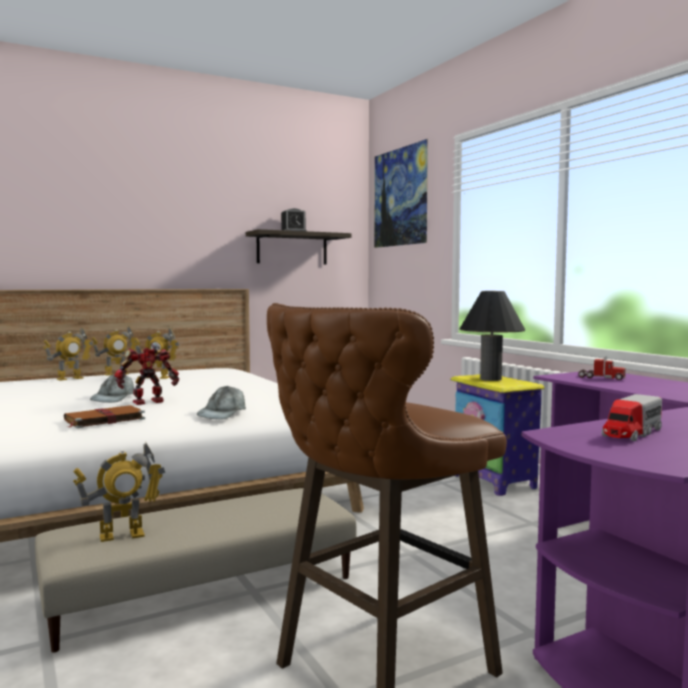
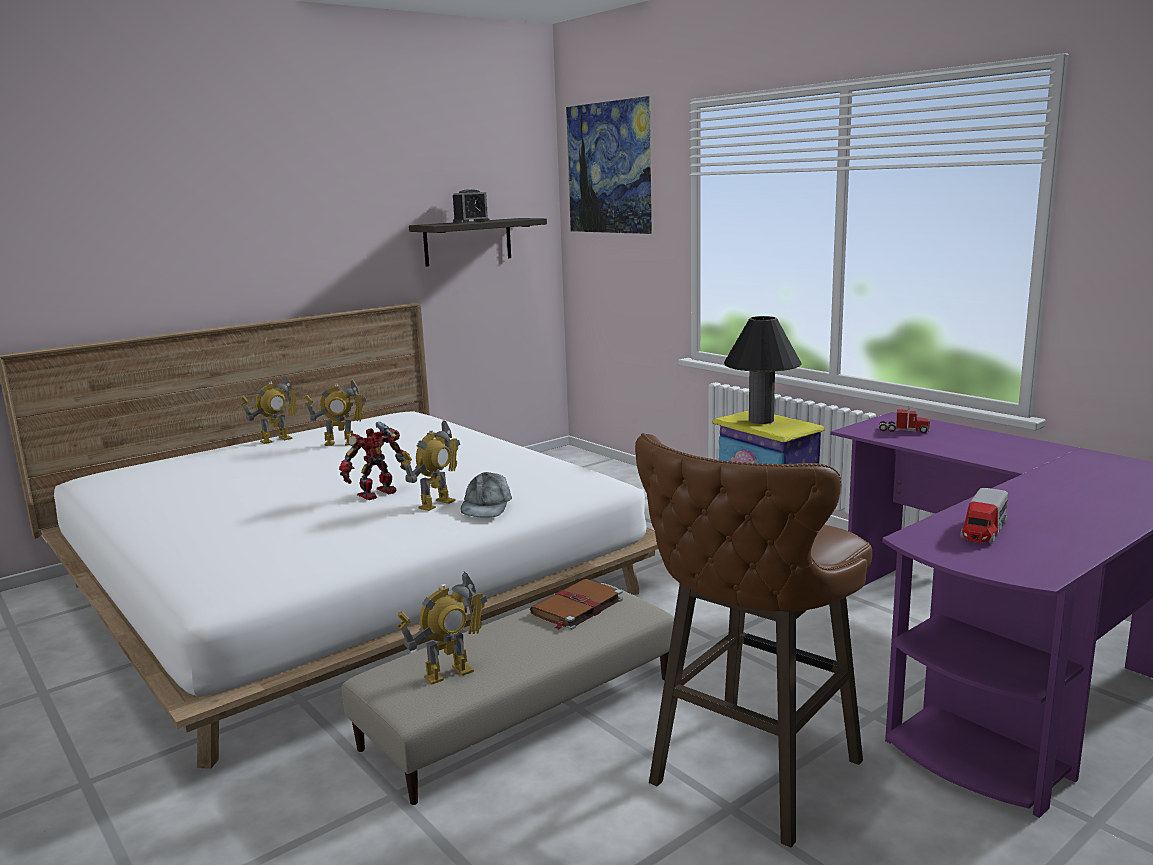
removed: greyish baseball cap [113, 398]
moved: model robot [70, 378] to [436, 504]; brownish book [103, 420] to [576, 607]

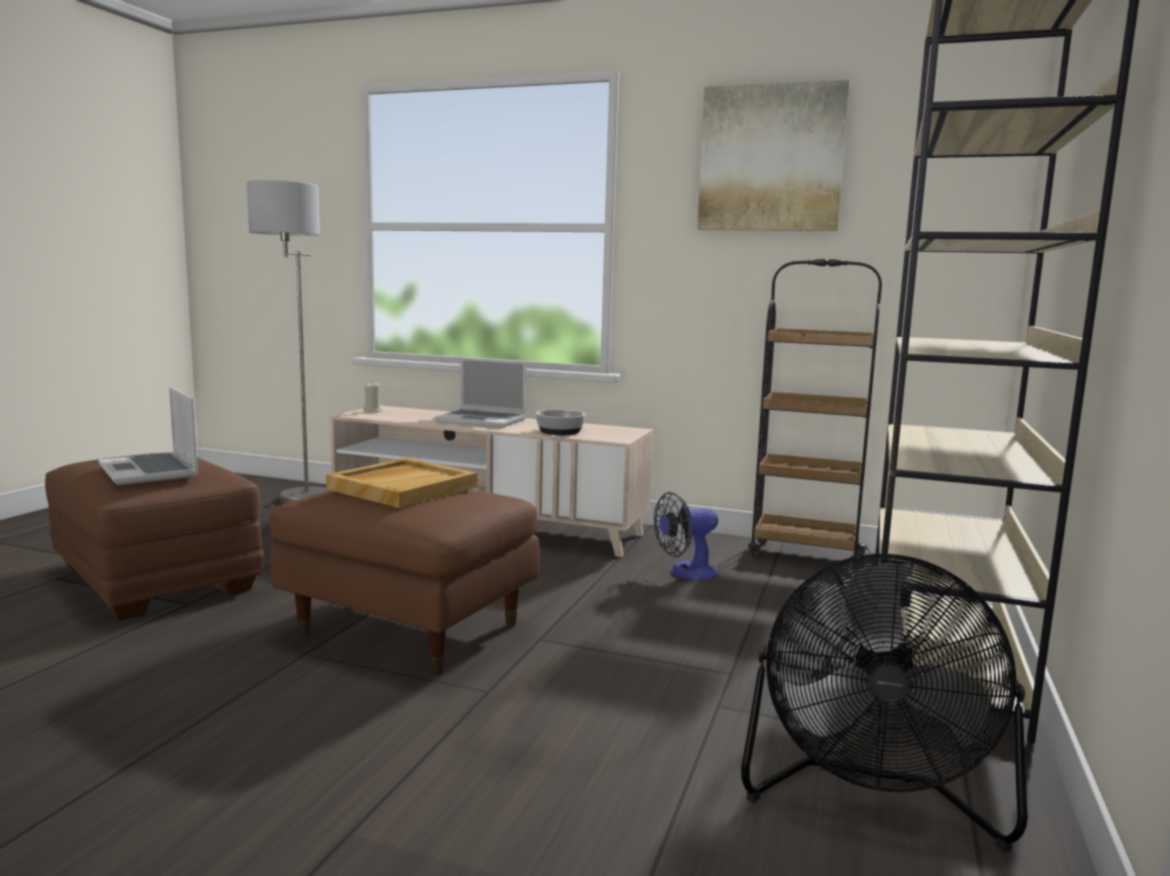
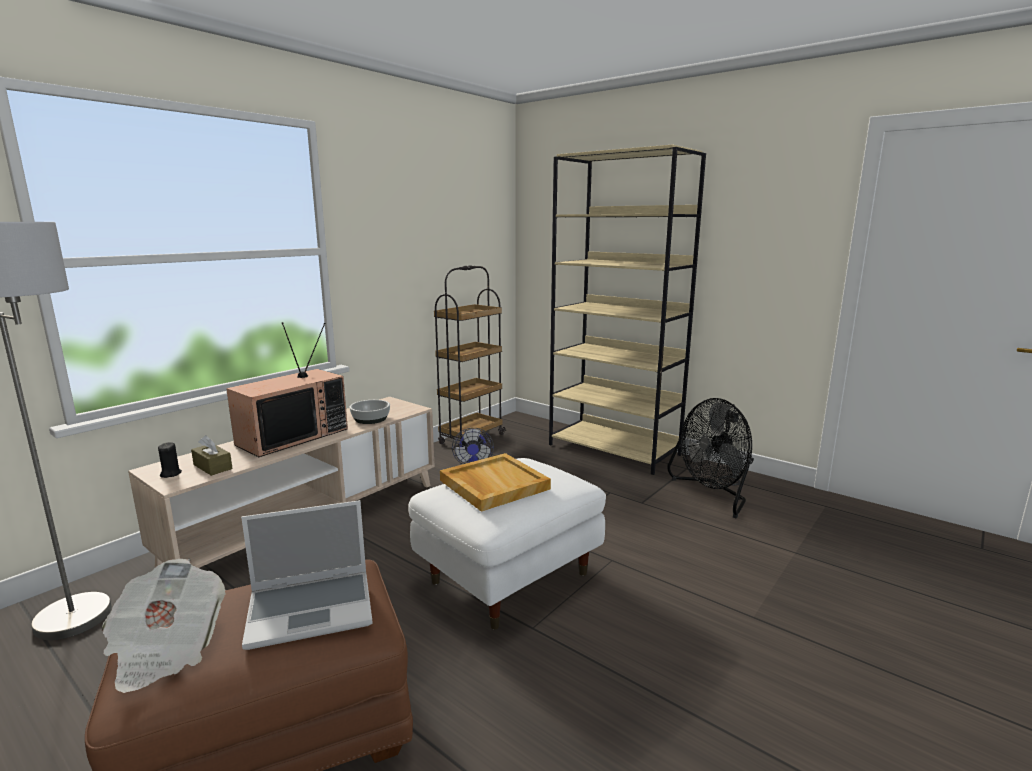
removed: wall art [771, 158]
added: newspaper [166, 648]; brownish tissue box [213, 467]
replaced: notebook computer [483, 421] to television [293, 436]
recoloured: sand-coloured wax candle [372, 411] to black-coloured wax candle [170, 474]; brownish ottoman [407, 628] to white-coloured ottoman [508, 579]
turned: black-coloured cooling fan [862, 793] = [714, 492] 120 degrees clockwise

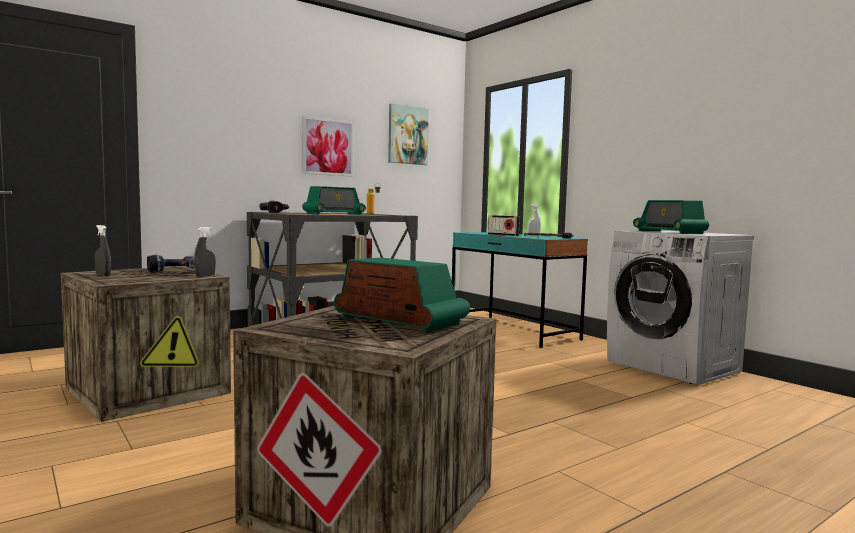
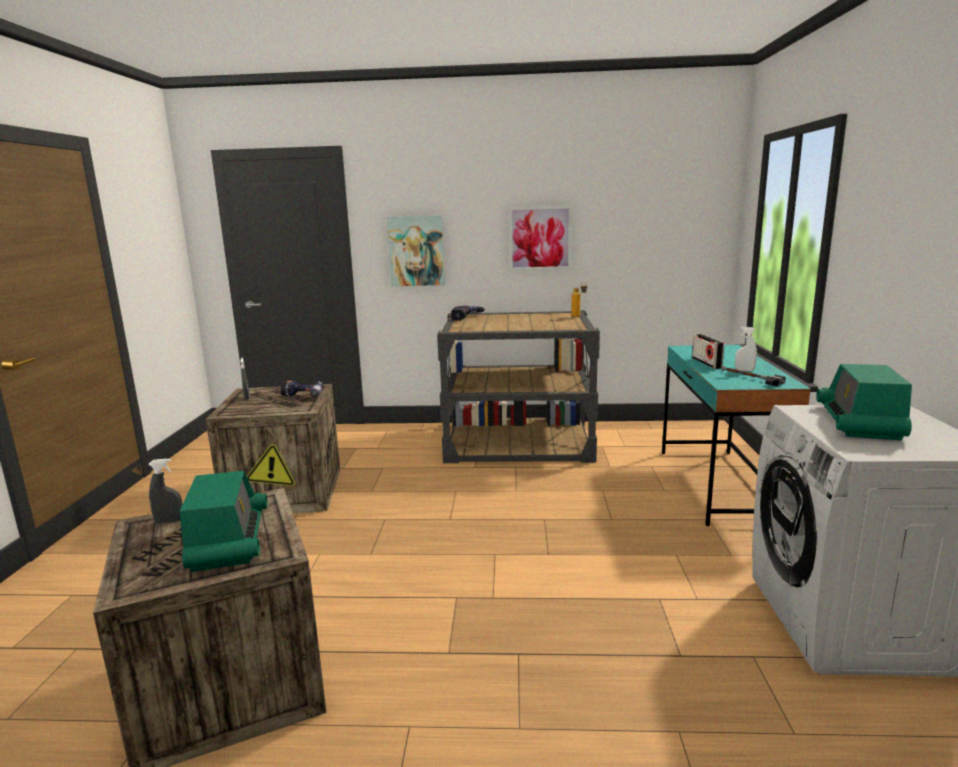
removed: radio set [334, 214]
moved: greyish hand sprayer [205, 276] to [169, 521]; wall art [407, 135] to [416, 251]

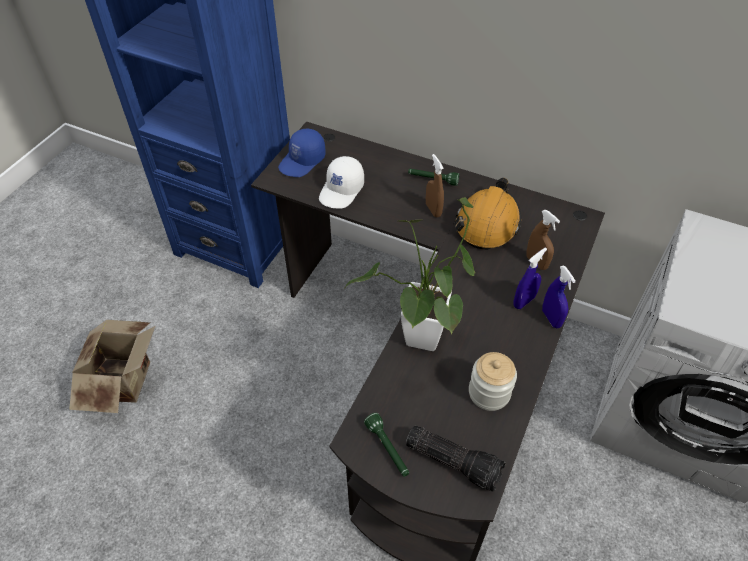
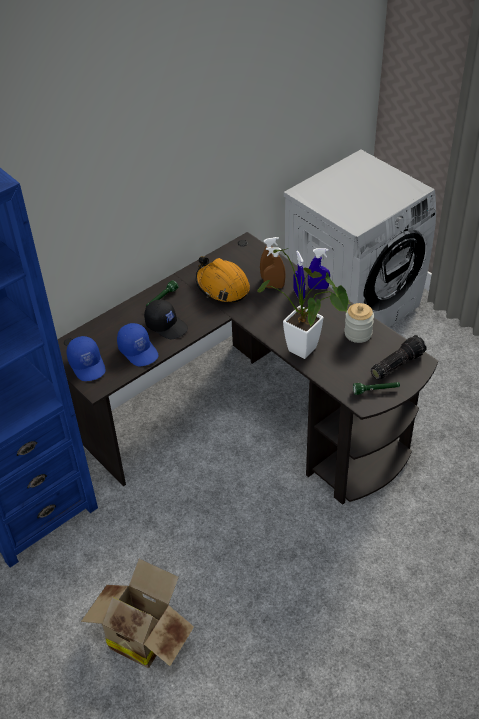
added: black-coloured baseball cap [167, 325]
moved: brownish hand sprayer [433, 210] to [274, 286]
recoloured: white-coloured baseball cap [342, 191] to blue-coloured baseball cap [139, 351]

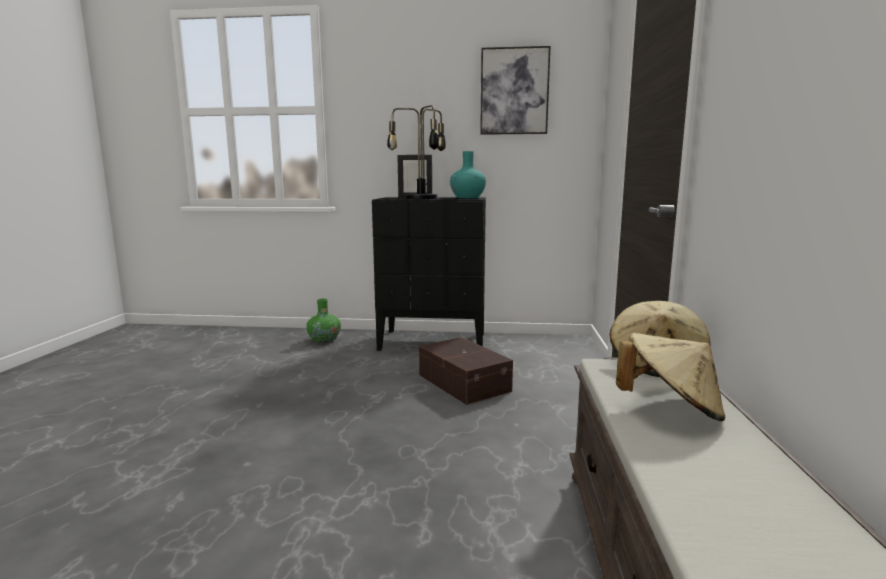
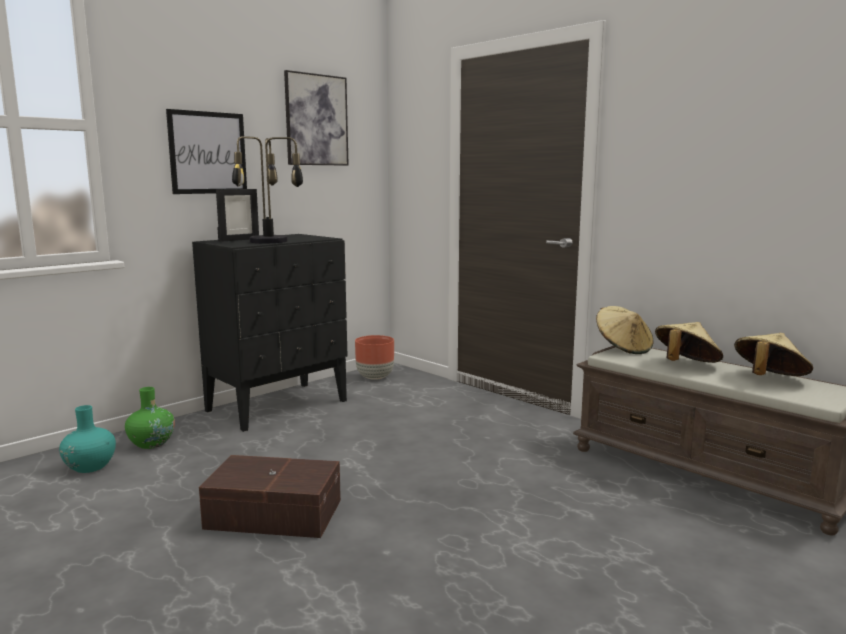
added: wall art [208, 153]; brownish flower pot [375, 377]; sand-coloured wearable hat [768, 379]
moved: turquoise-coloured vase [467, 198] to [90, 467]; brownish storage container [464, 382] to [273, 513]

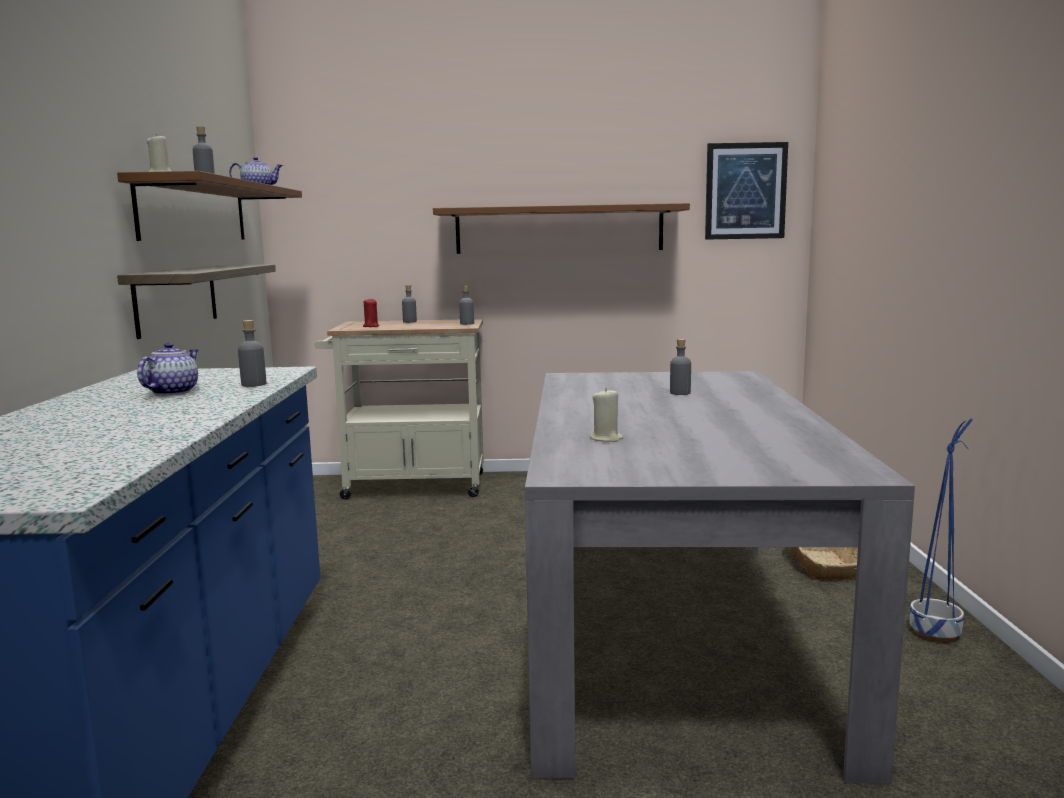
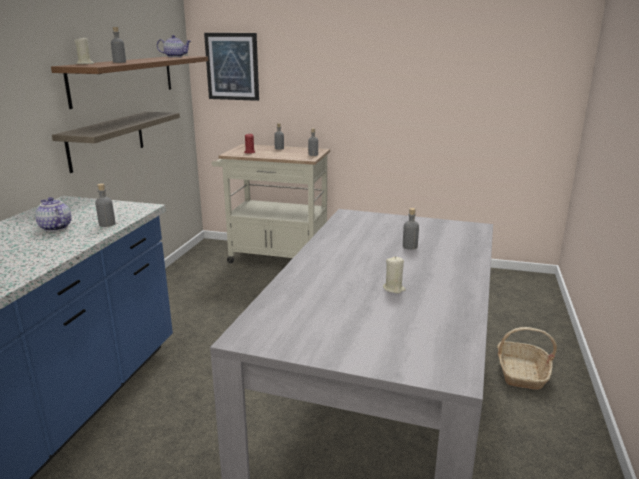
removed: brownish bracket shelf [559, 229]; blue-coloured flower pot [936, 632]
moved: wall art [745, 191] to [232, 66]; sand-coloured wax candle [606, 438] to [394, 289]
turned: teapot [172, 392] = [54, 228] 75 degrees counterclockwise

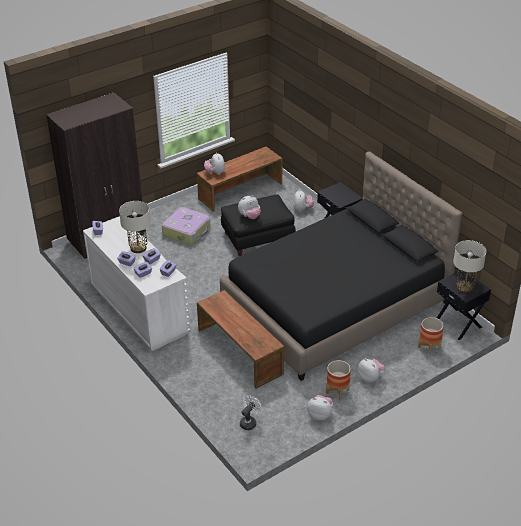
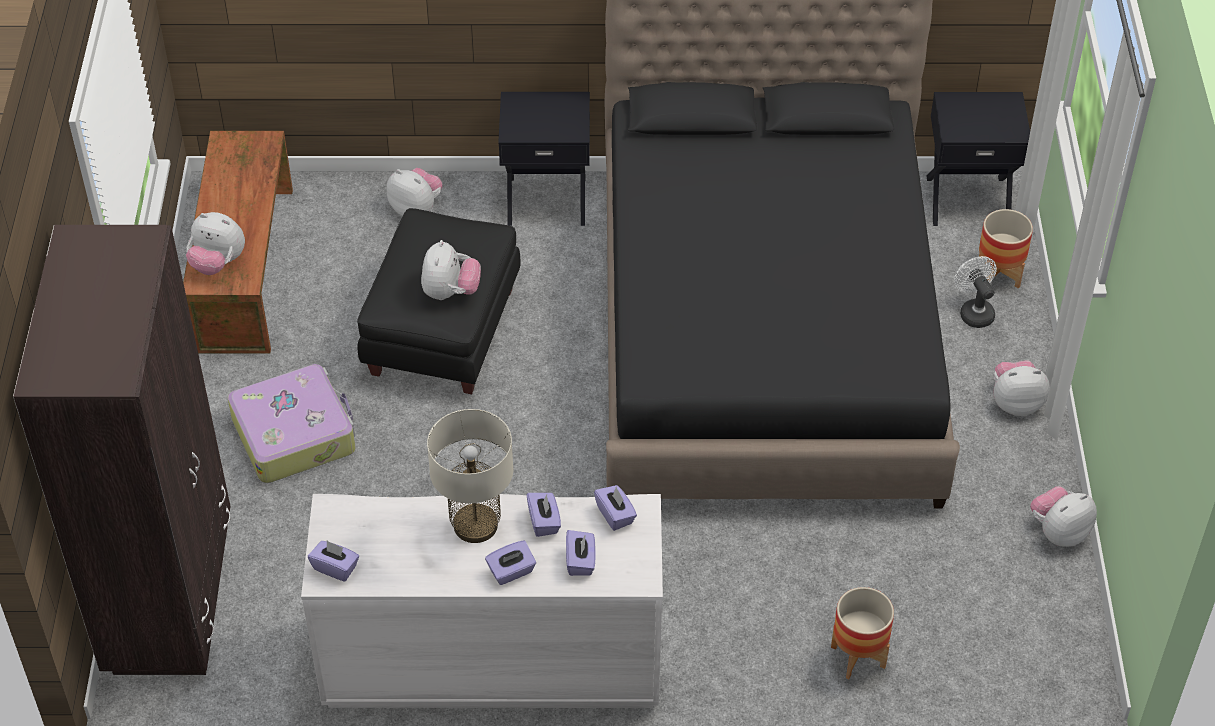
removed: brownish bench [241, 351]; table lamp [464, 288]
moved: flower pot [337, 392] to [858, 657]; white-coloured cooling fan [249, 422] to [974, 311]

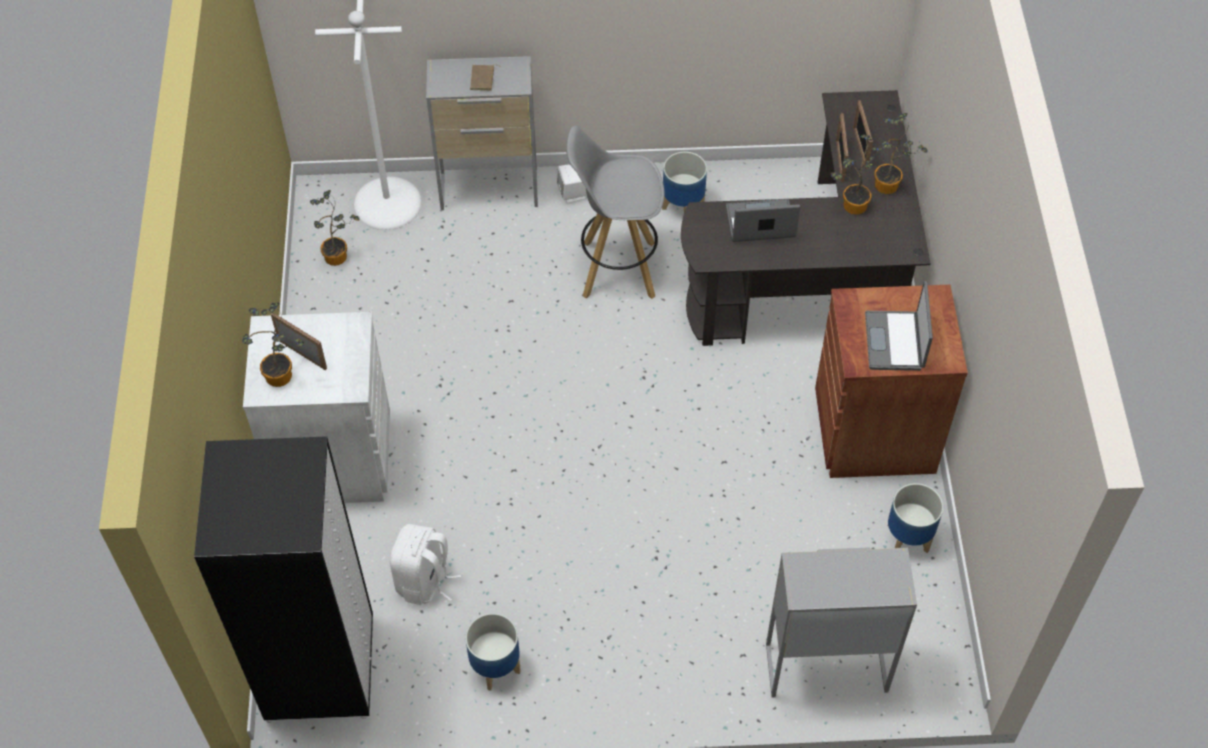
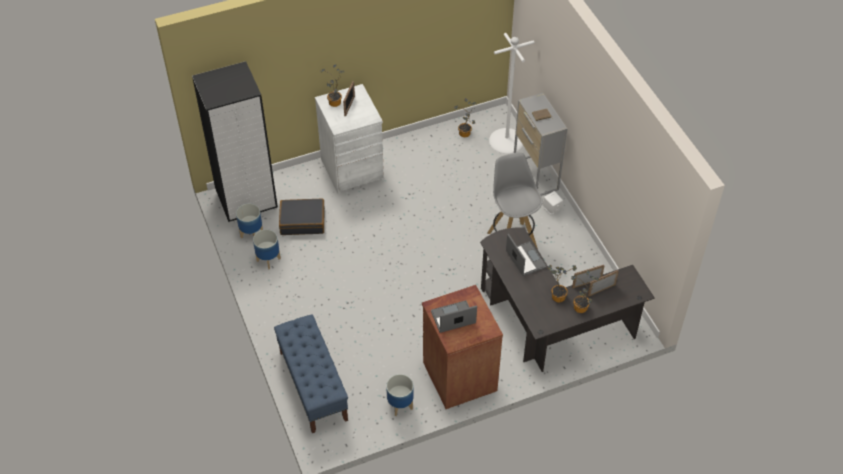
moved: flower pot [682, 207] to [251, 233]
replaced: greyish storage cabinet [824, 666] to blue-coloured bench [313, 385]; white-coloured backpack [424, 581] to black-coloured travel case [302, 221]

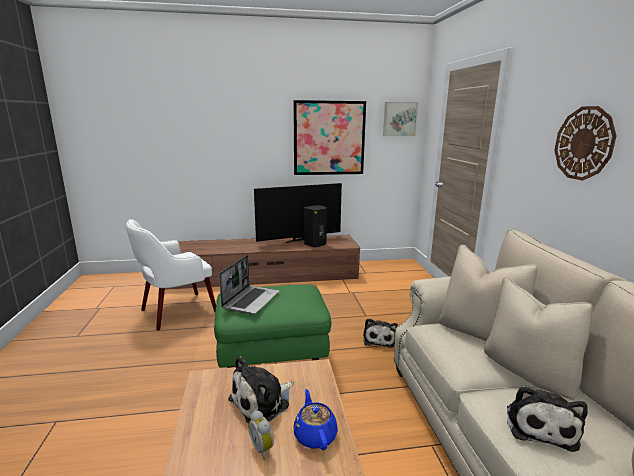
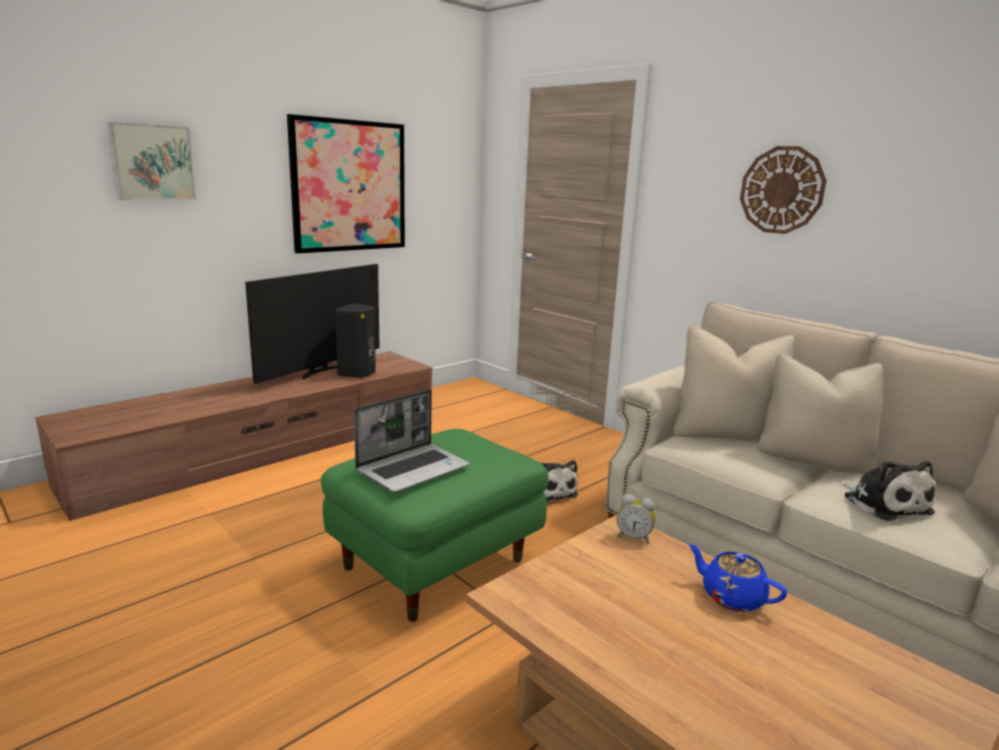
removed: white-coloured lounge chair [176, 311]; cuddly toy [262, 401]
moved: wall art [399, 119] to [152, 162]; alarm clock [263, 448] to [634, 537]
turned: notebook computer [251, 300] = [413, 468] 60 degrees clockwise

